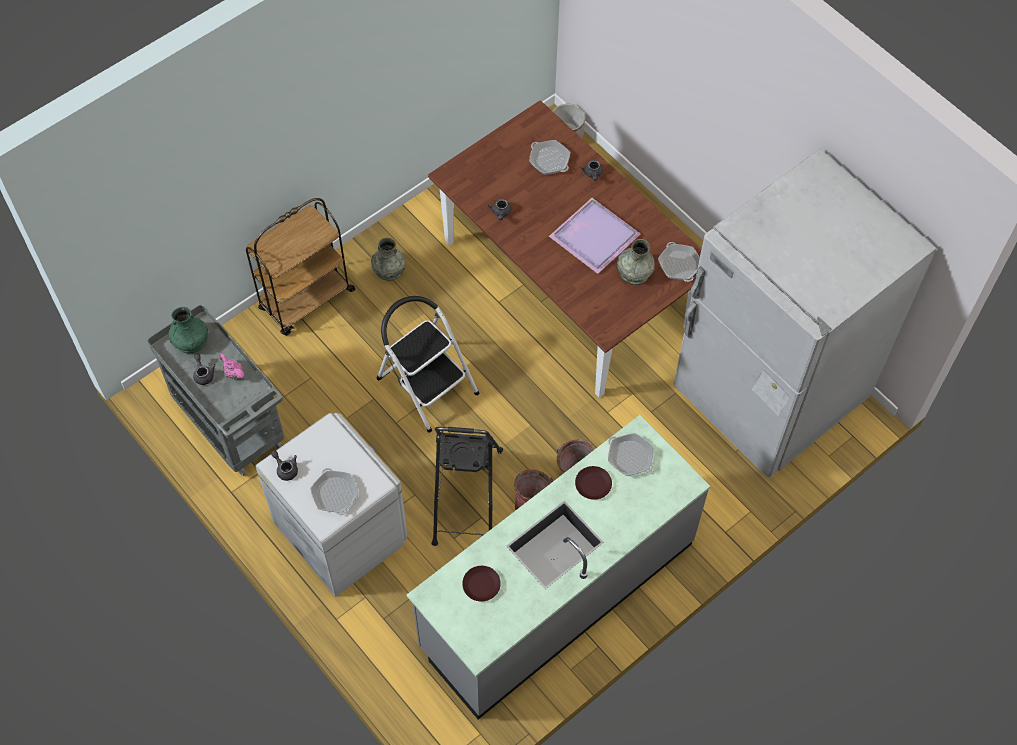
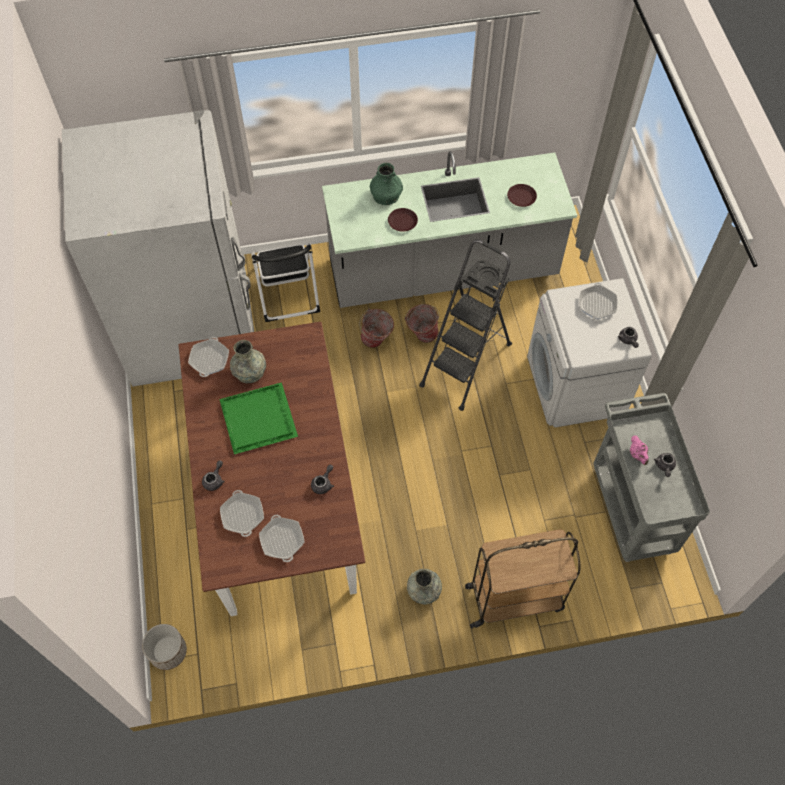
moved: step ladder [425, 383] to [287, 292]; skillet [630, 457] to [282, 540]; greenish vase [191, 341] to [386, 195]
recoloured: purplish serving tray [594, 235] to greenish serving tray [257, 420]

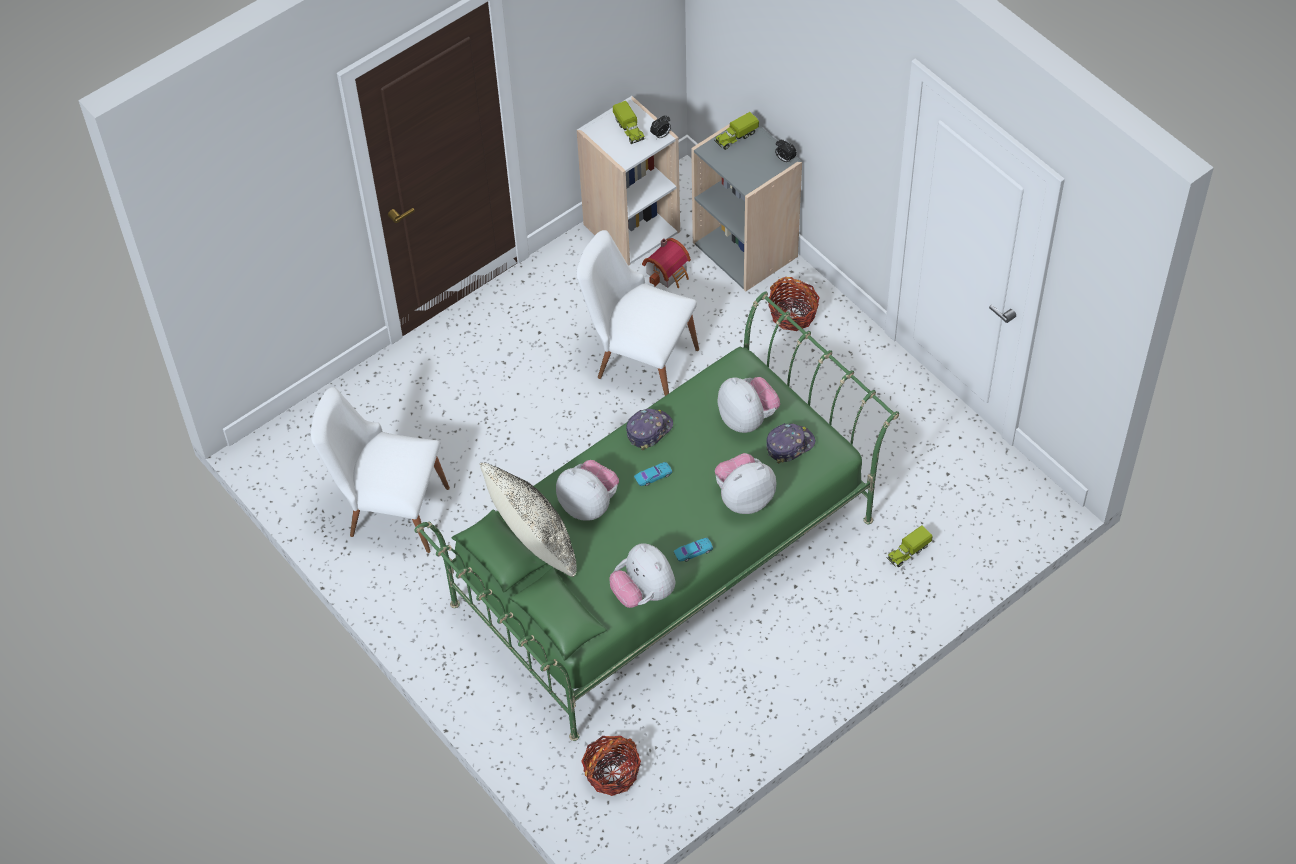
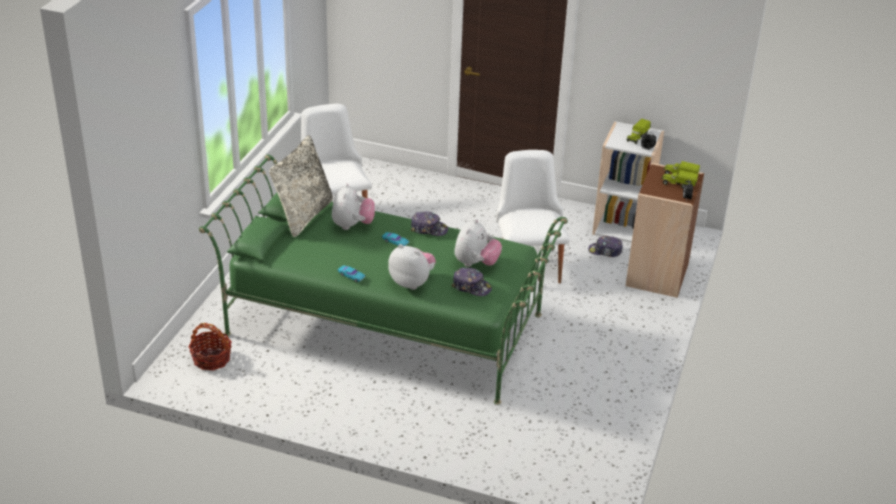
removed: cuddly toy [644, 592]; household basket [793, 314]
moved: toy lorry [908, 552] to [678, 184]
replaced: toy house [669, 272] to baseball cap [605, 251]
recoloured: greyish shelving unit [746, 249] to brownish shelving unit [658, 275]

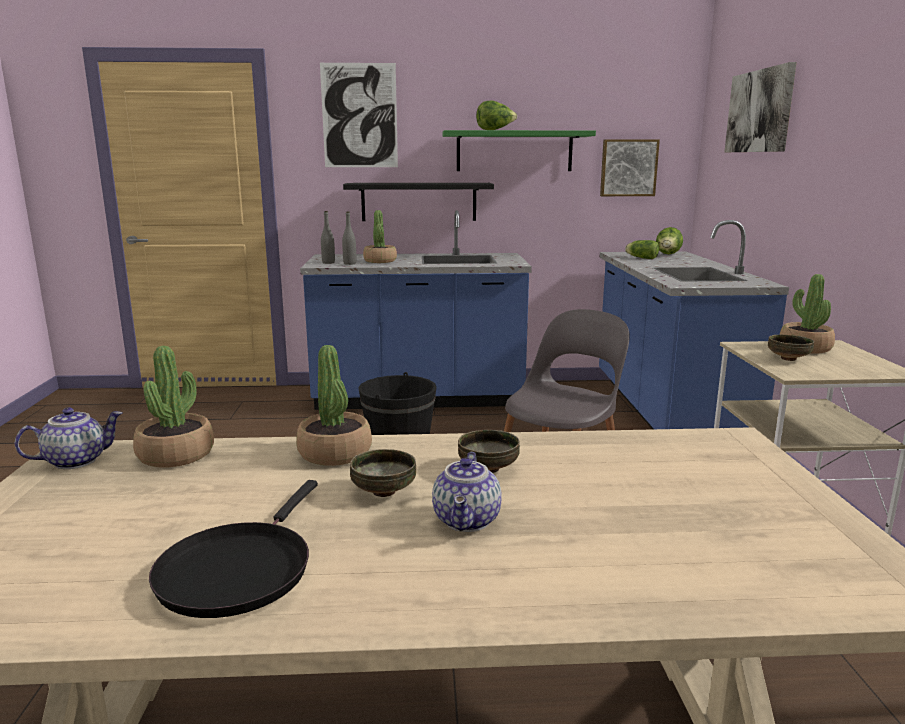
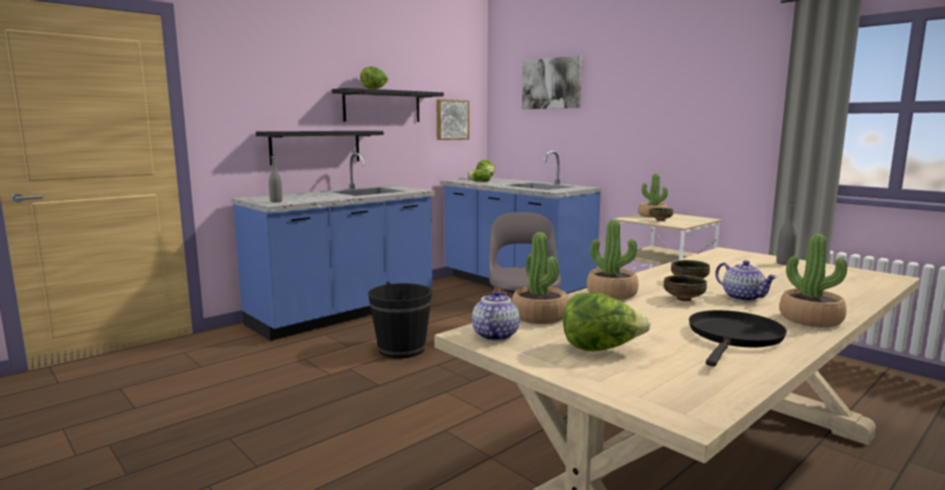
removed: wall art [359, 116]
added: lettuce head [601, 349]
moved: greyish beverage bottle [349, 263] to [784, 263]; potted plant [380, 261] to [810, 319]
recoloured: greenish bracket shelf [514, 151] to black-coloured bracket shelf [382, 106]
turned: black-coloured skillet [238, 570] = [734, 337] 120 degrees counterclockwise

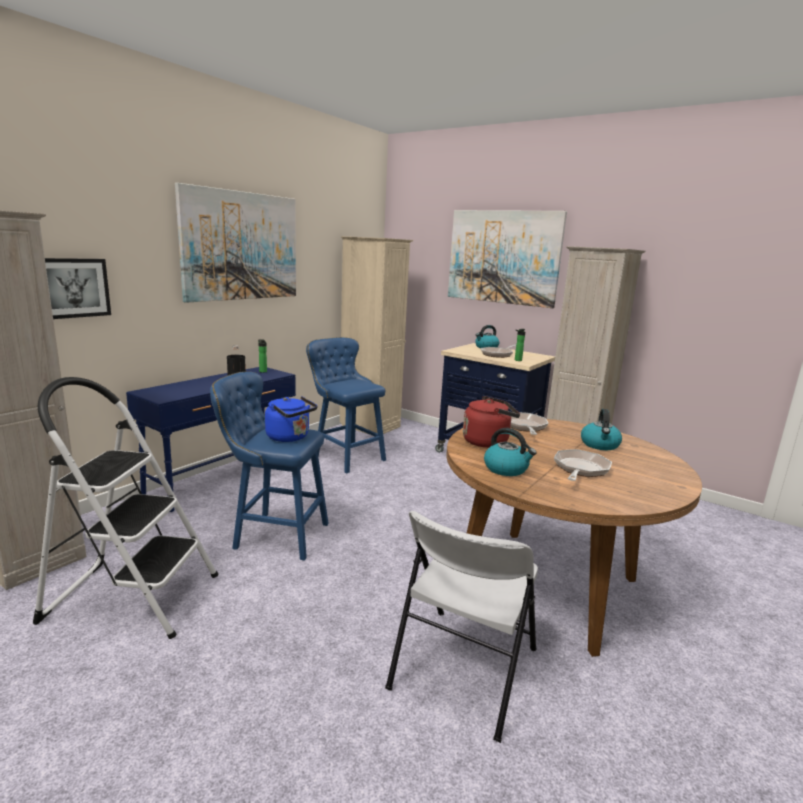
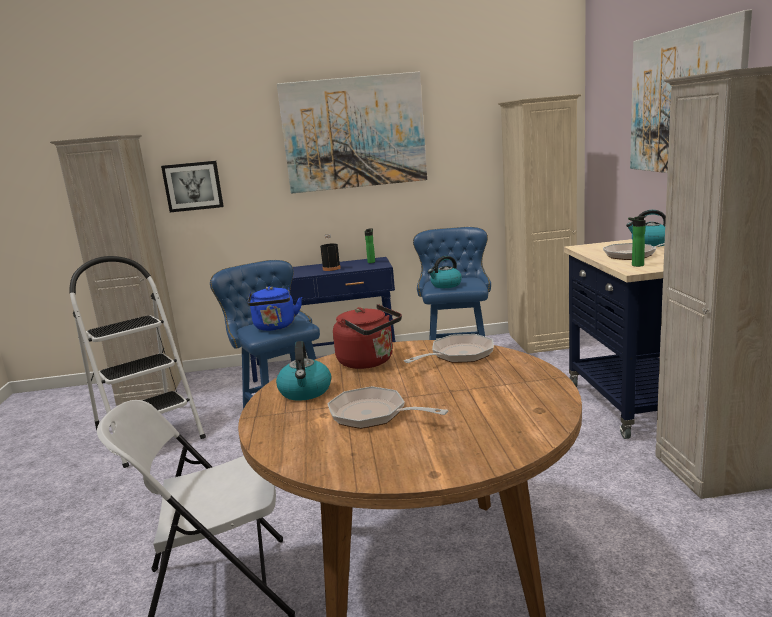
moved: tea kettle [600, 445] to [445, 285]
turned: skillet [580, 469] = [373, 415] 135 degrees counterclockwise

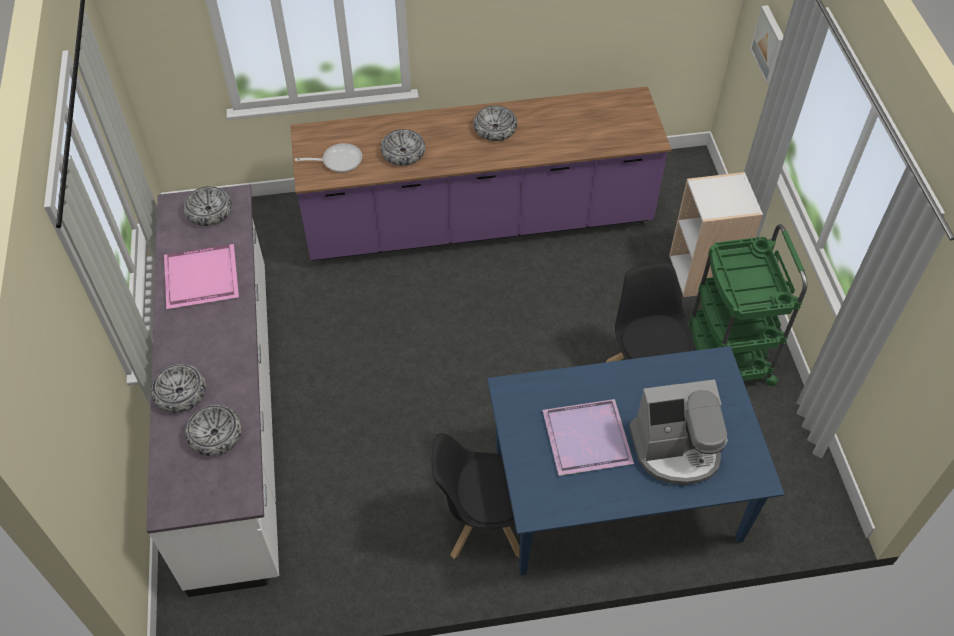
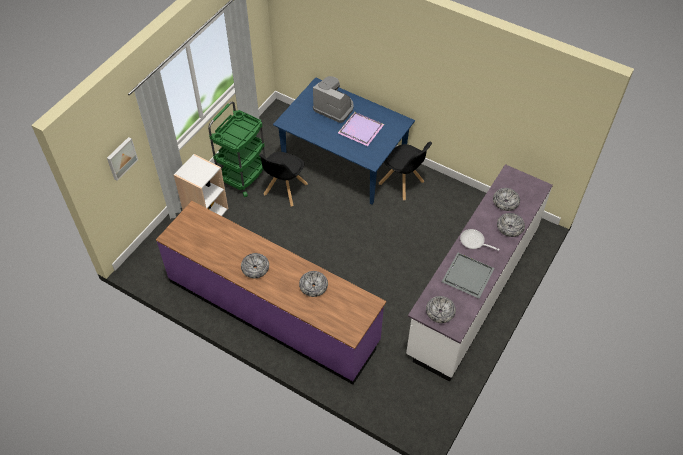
moved: skillet [338, 161] to [474, 242]
recoloured: pink-coloured serving tray [202, 276] to greyish serving tray [466, 276]

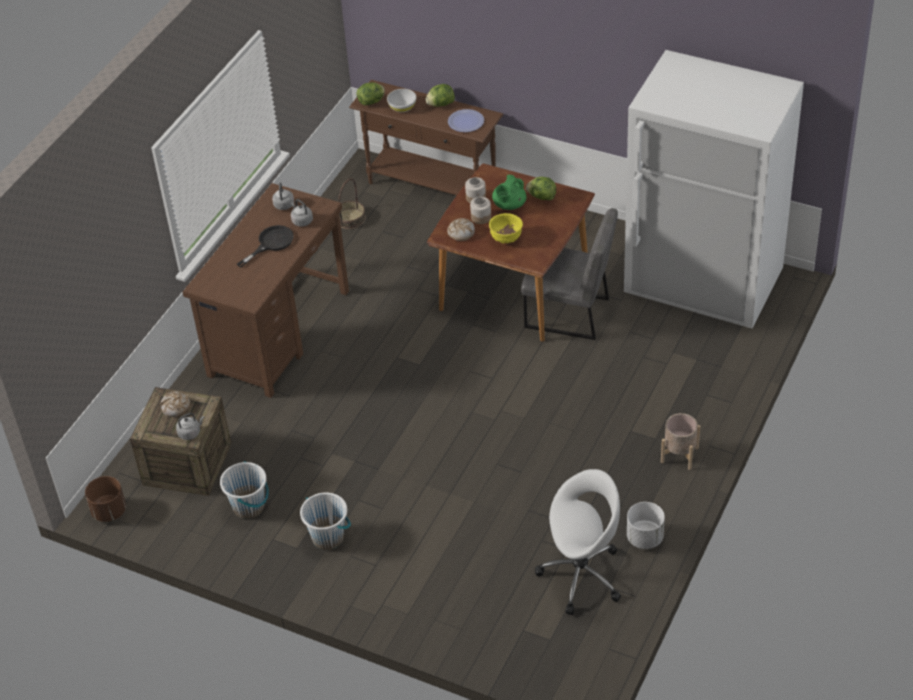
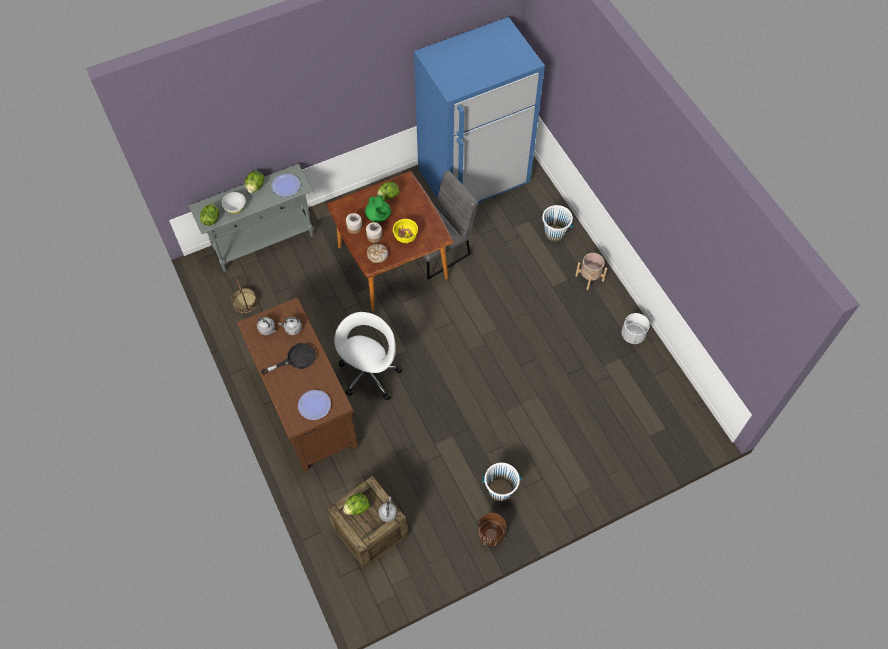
added: dinner plate [314, 405]
moved: white-coloured computer chair [583, 574] to [370, 374]; brownish flower pot [109, 511] to [491, 534]; white-coloured pail [249, 507] to [554, 233]
replaced: bread [175, 407] to lettuce head [357, 508]
recoloured: brownish console table [432, 187] to greyish console table [264, 242]; white-coloured refrigerator [704, 280] to blue-coloured refrigerator [474, 175]
turned: black-coloured skillet [271, 243] = [296, 359] 75 degrees clockwise

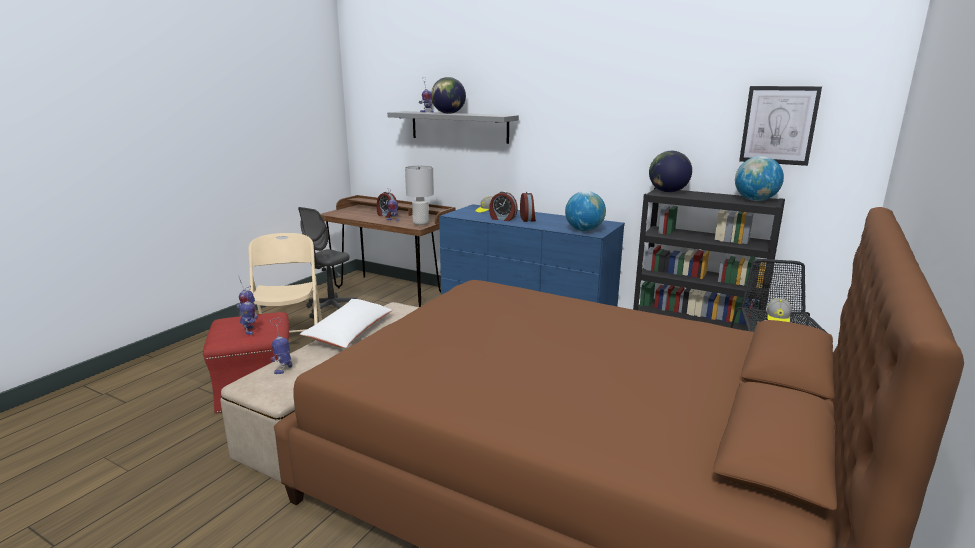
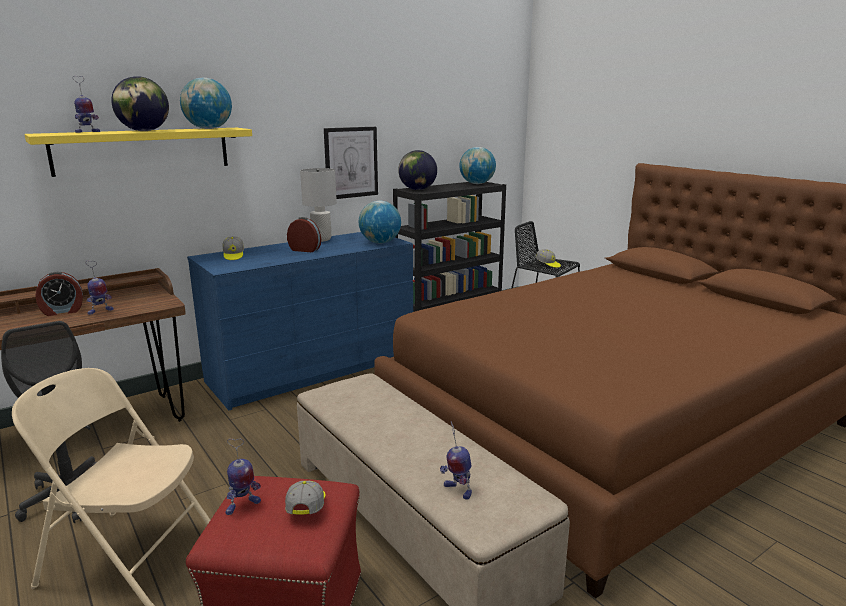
removed: white-coloured throw pillow [350, 332]; alarm clock [502, 219]
added: globe [208, 129]
moved: greyish table lamp [421, 224] to [321, 240]; wall art [778, 125] to [351, 162]
replaced: model robot [249, 331] to baseball cap [307, 508]
recoloured: greyish bracket shelf [459, 126] to yellow-coloured bracket shelf [143, 150]

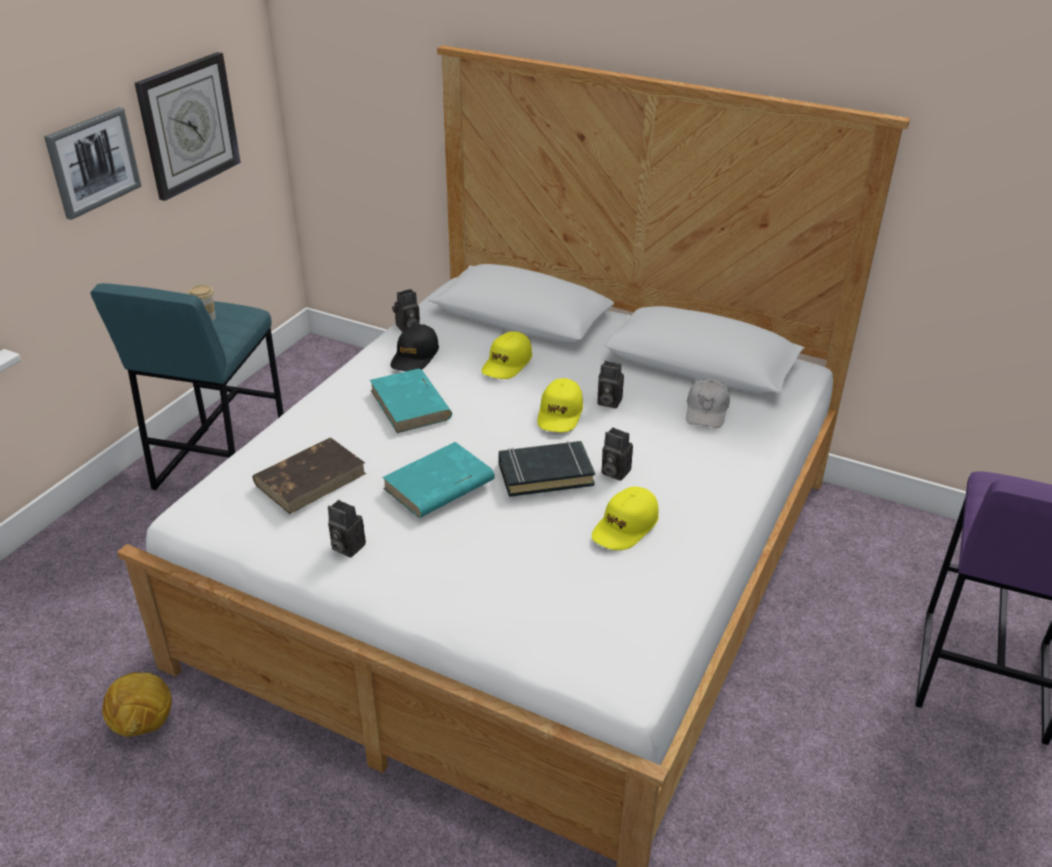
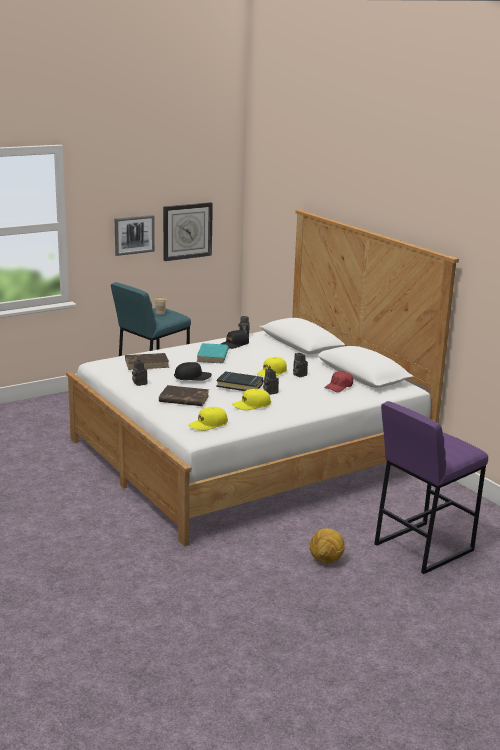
added: brownish book [183, 399]
moved: yellow-coloured baseball cap [507, 364] to [208, 424]; football [144, 725] to [326, 560]
replaced: turquoise-coloured book [438, 485] to black-coloured baseball cap [192, 377]
recoloured: white-coloured baseball cap [706, 411] to red-coloured baseball cap [339, 387]

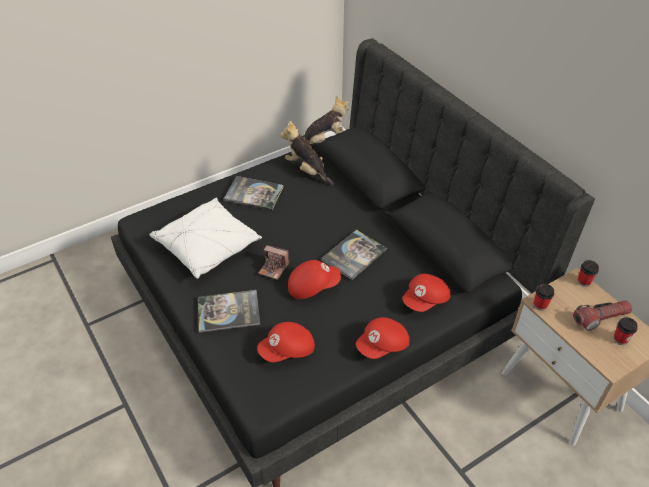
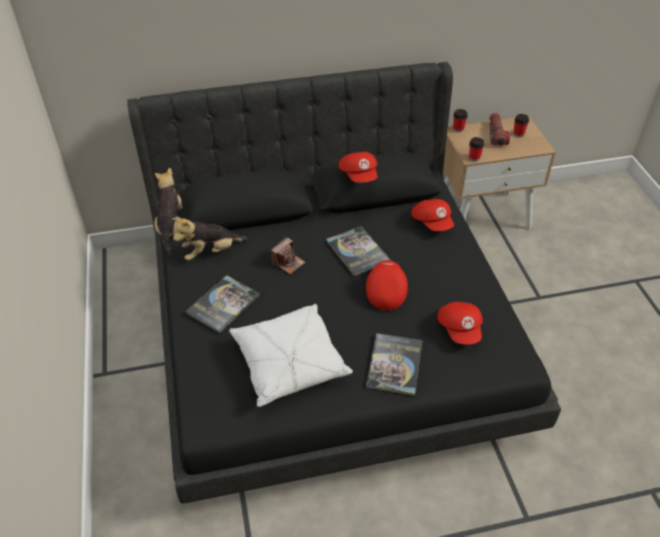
moved: still camera [273, 268] to [288, 262]; red-coloured baseball cap [383, 346] to [359, 176]

